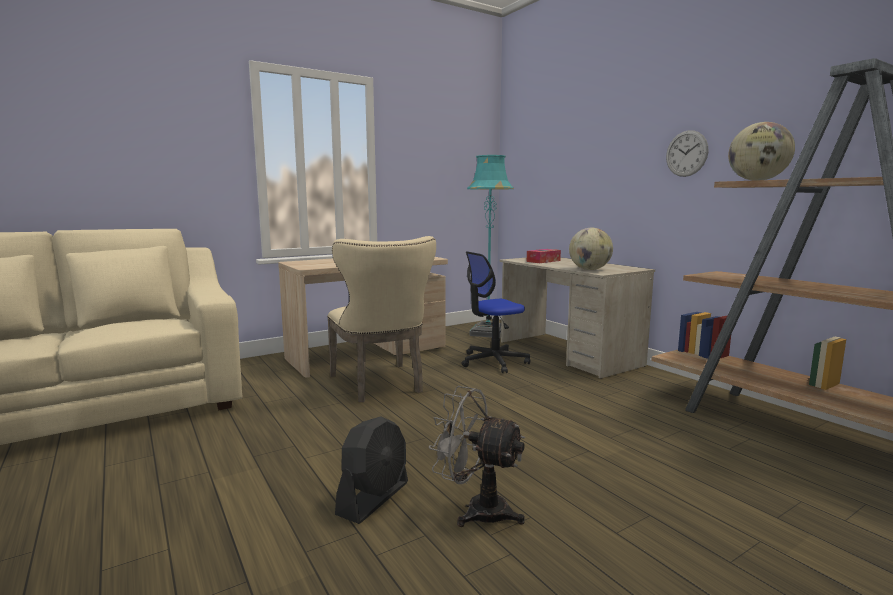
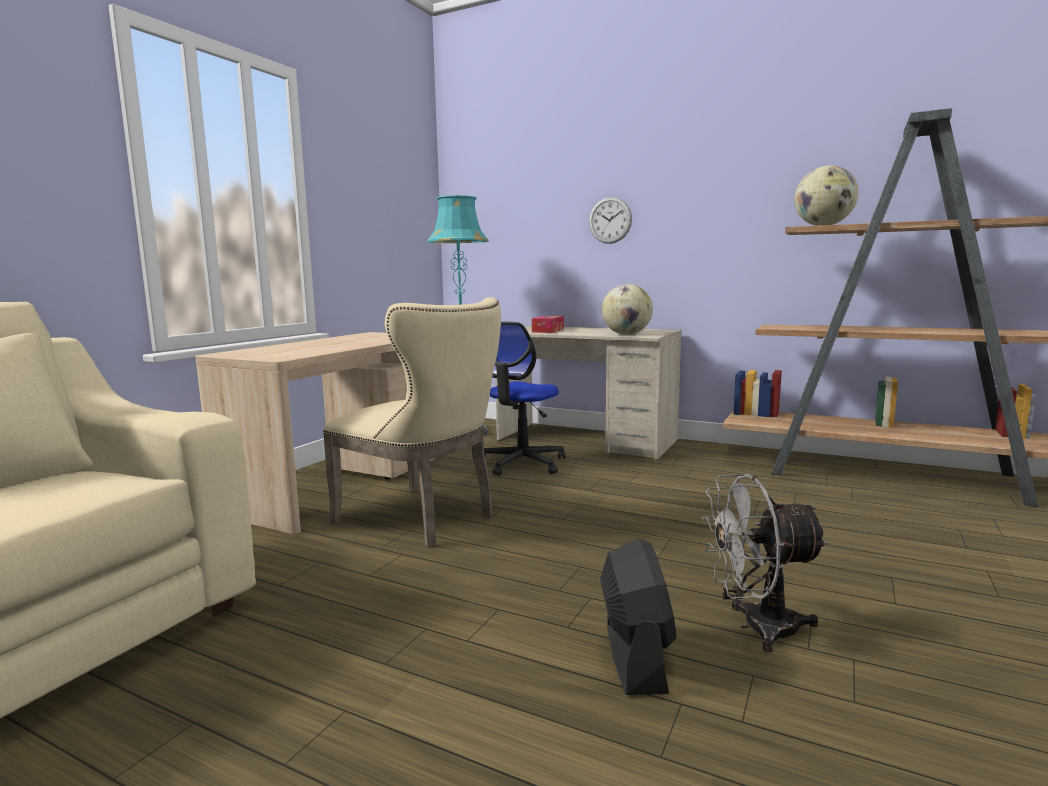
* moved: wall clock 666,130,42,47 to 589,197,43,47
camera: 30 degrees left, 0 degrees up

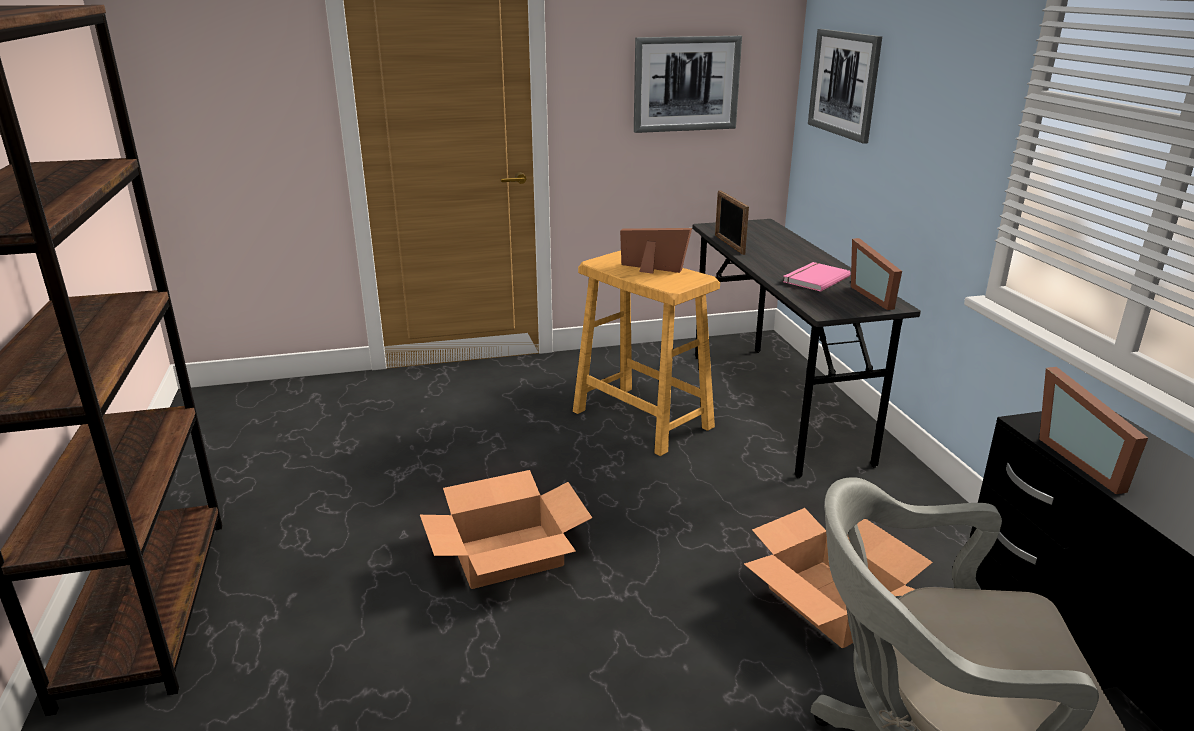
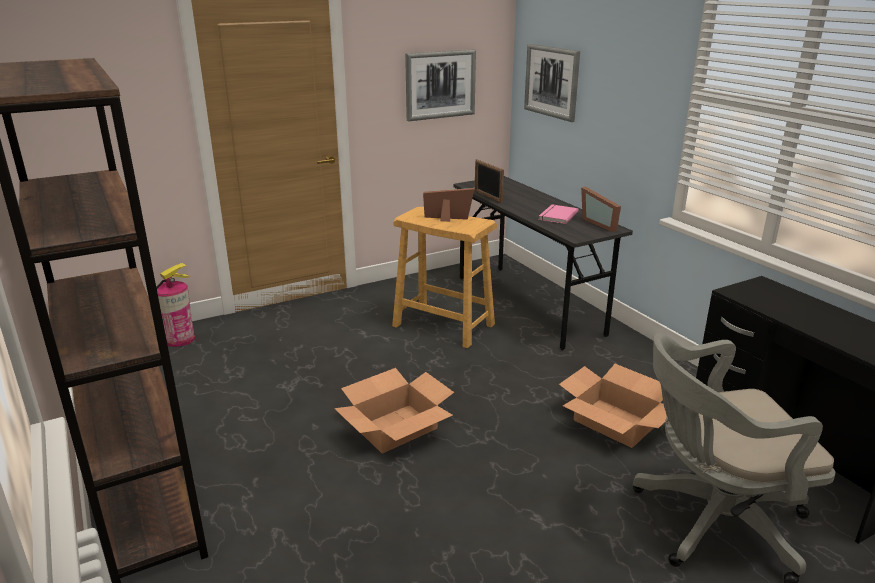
* removed: picture frame 1039,367,109,127
* added: fire extinguisher 156,263,39,84
camera: 15 degrees left, 0 degrees up

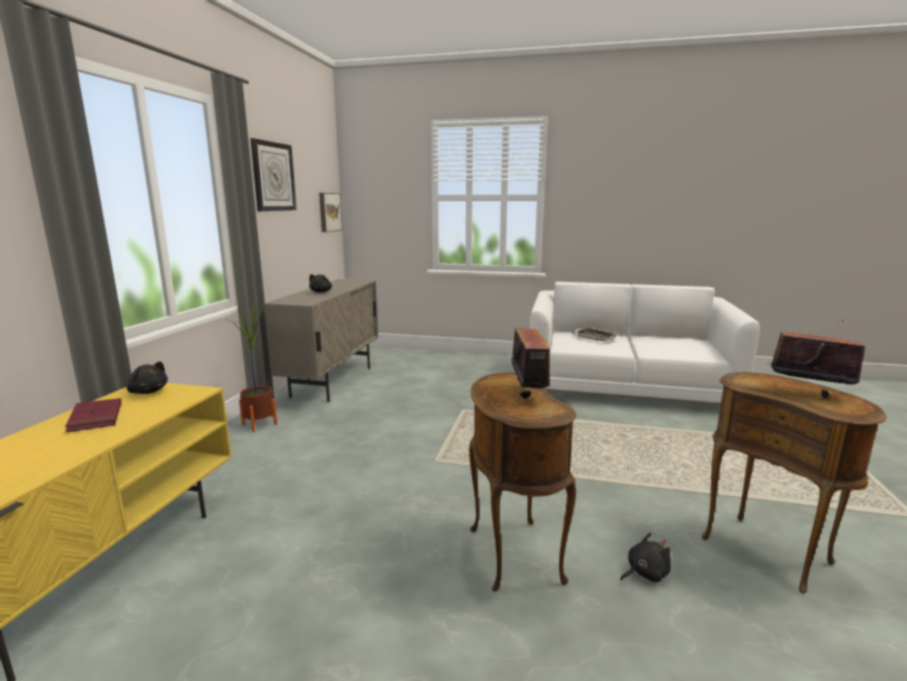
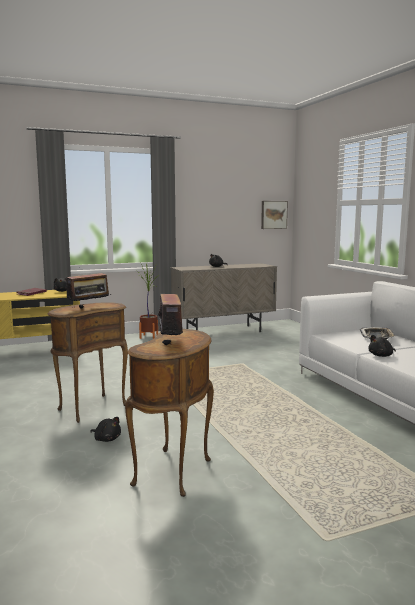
* removed: wall clock 250,138,47,73
* added: plush toy (black) 369,335,27,22
camera: 55 degrees right, 5 degrees down

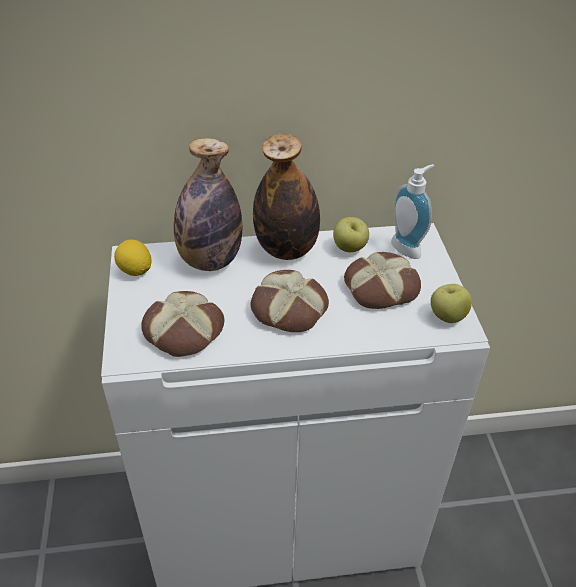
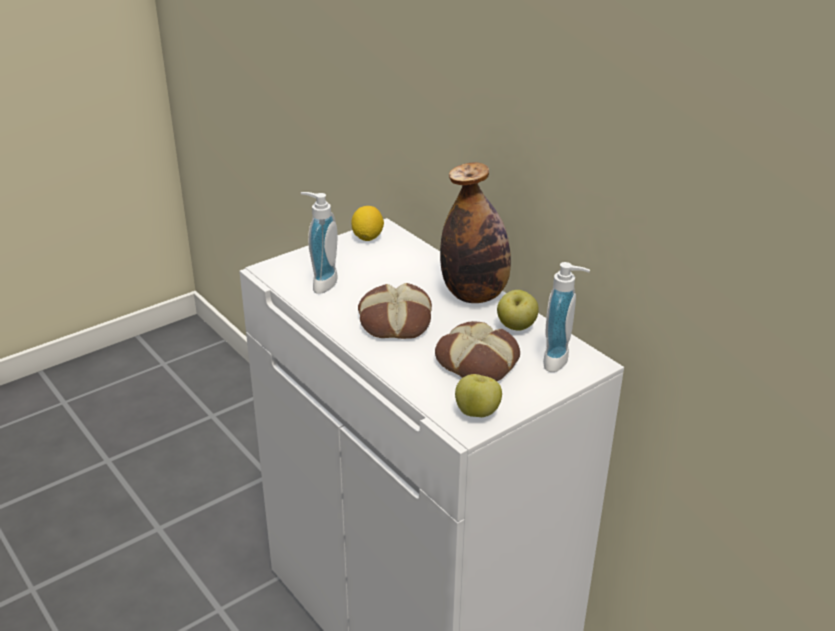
* removed: bottle 174,138,68,133
* replaced: bread 141,291,83,66 to soap dispenser 301,192,37,102
camera: 60 degrees right, 10 degrees down

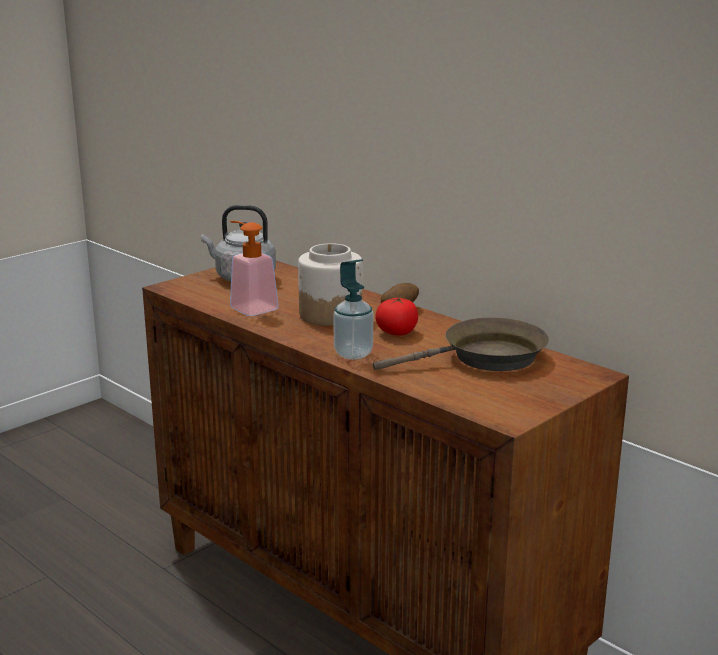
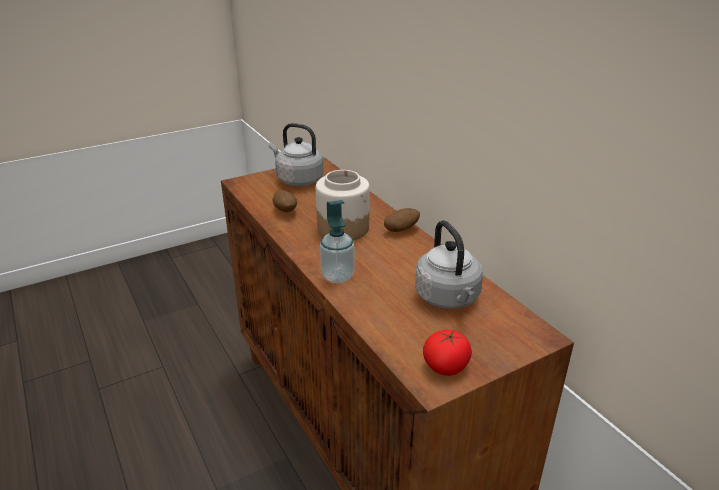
* moved: tomato 375,297,43,38 to 423,329,49,47
* replaced: soap dispenser 230,221,49,95 to potato 272,190,25,22
* replaced: frying pan (brown) 373,317,176,54 to kettle (grey) 415,220,68,89
camera: 15 degrees right, 10 degrees up

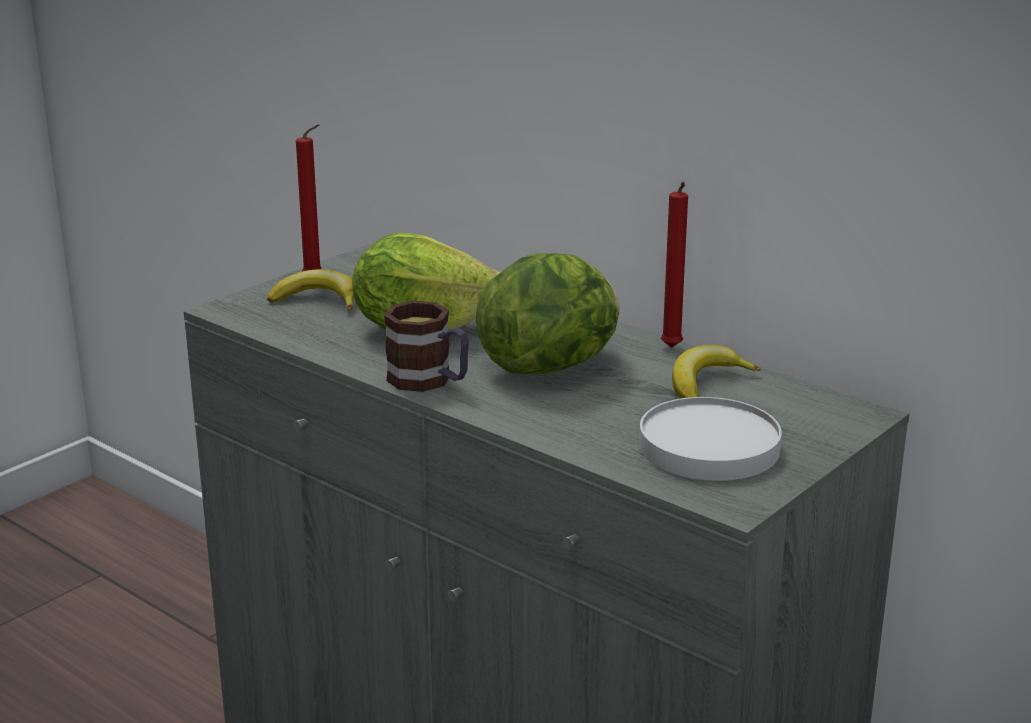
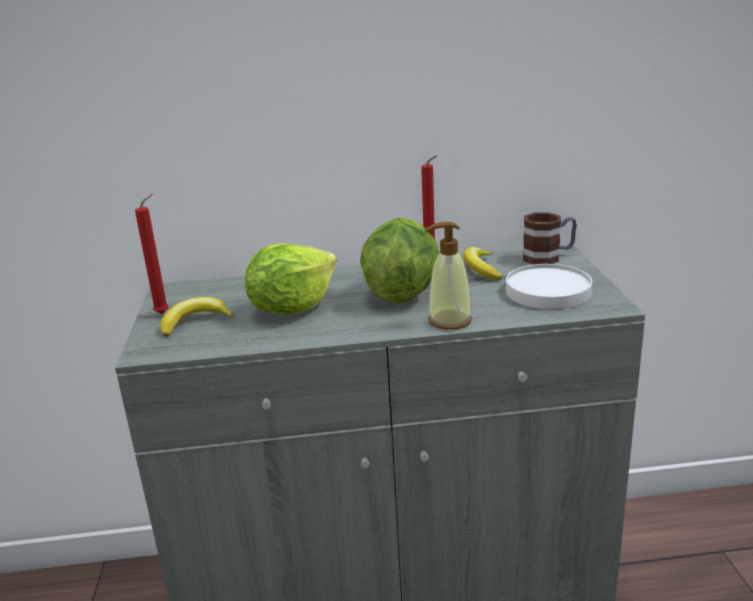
* added: soap dispenser 424,222,48,108
* moved: mug 384,300,85,92 to 523,213,54,52
camera: 45 degrees left, 0 degrees up

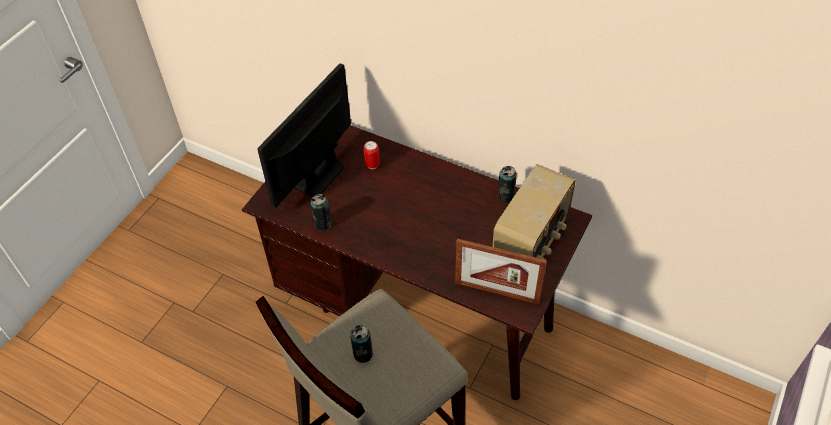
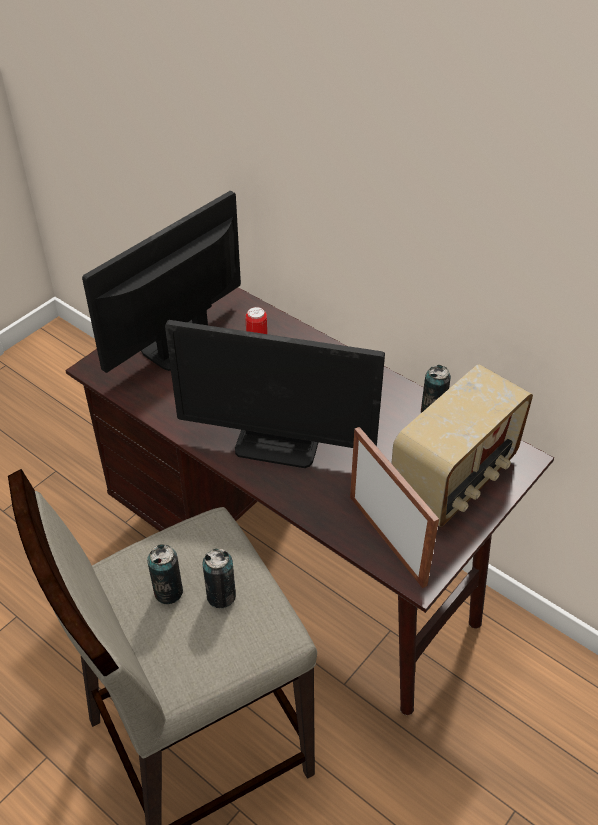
* added: monitor 165,320,220,148
* moved: can 310,194,22,37 to 202,548,34,60
* turned: picture frame 455,239,92,65 = 350,427,89,161 150 degrees counterclockwise
camera: 10 degrees right, 5 degrees down

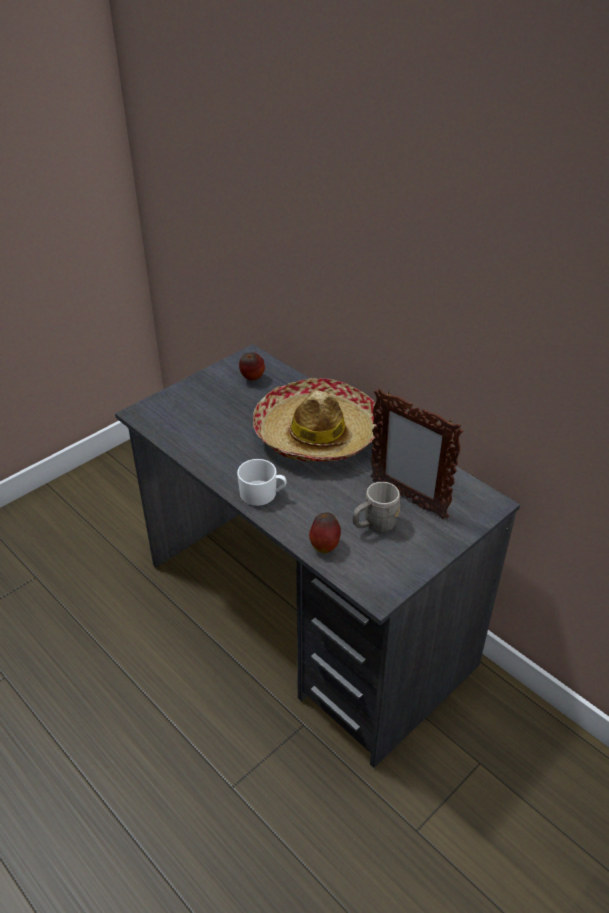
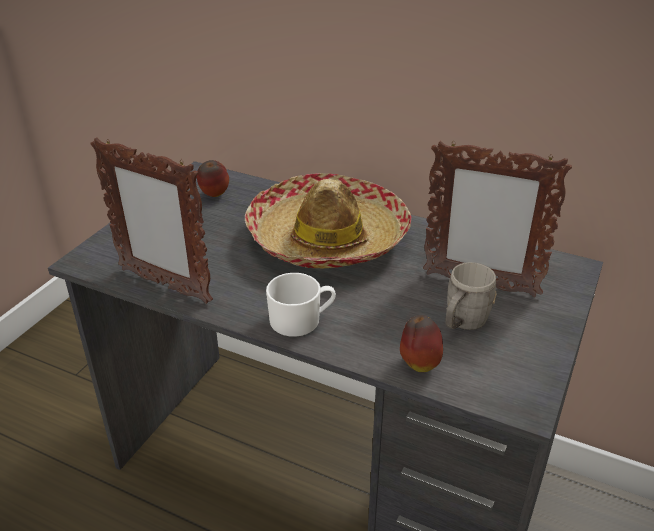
* added: picture frame 90,137,123,167
camera: 20 degrees left, 5 degrees down

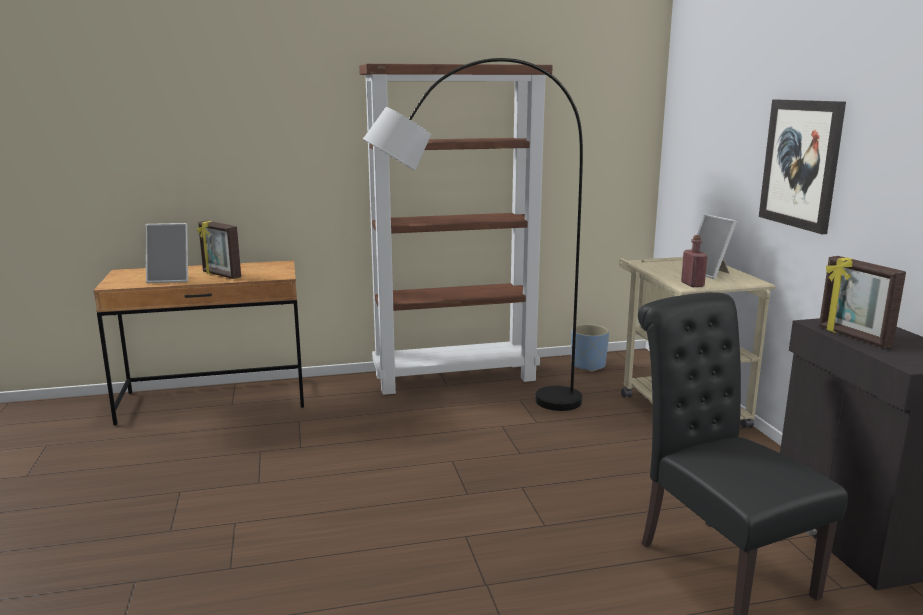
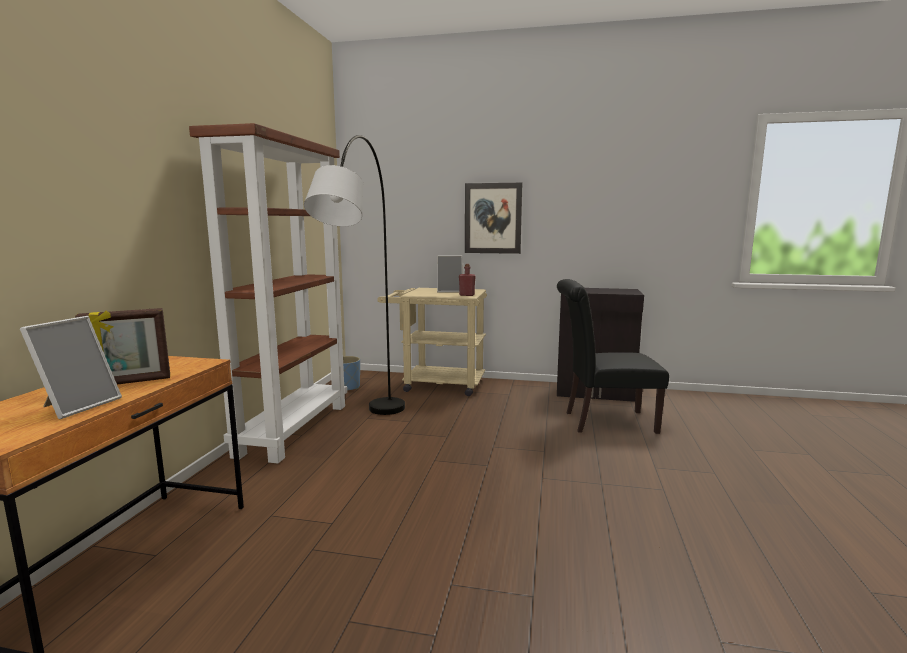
* removed: picture frame 819,256,87,92
camera: 65 degrees left, 5 degrees down

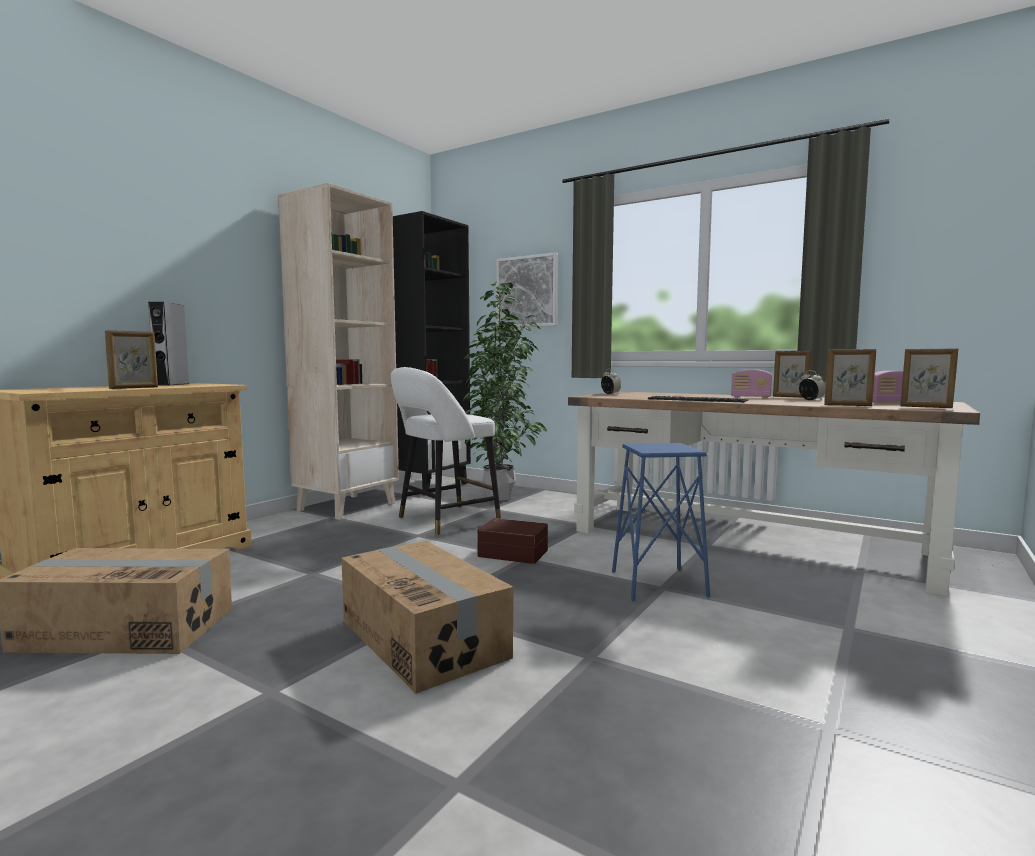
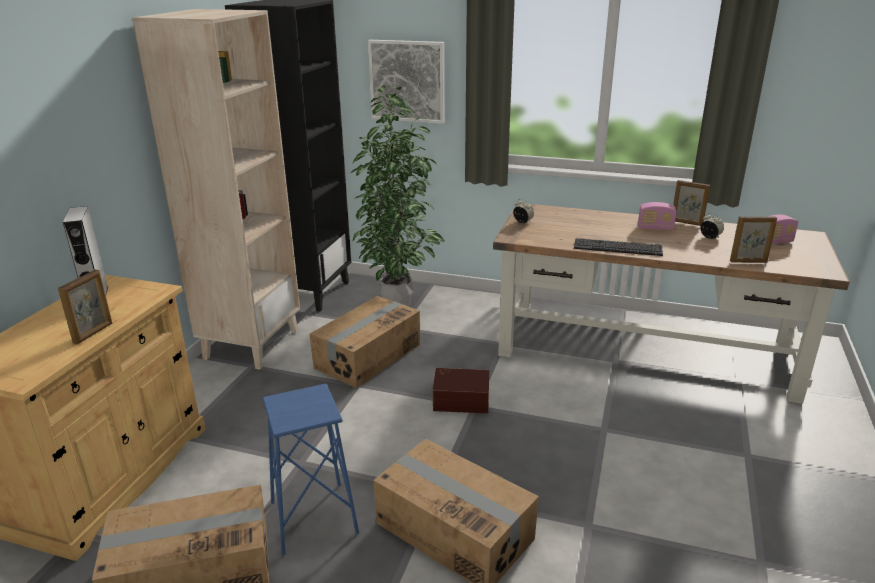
* removed: picture frame 901,348,57,60
* moved: stool (blue) 612,443,98,158 to 263,384,96,172
* replaced: stool (white) 391,367,110,168 to cardboard box 310,296,110,92
camera: 15 degrees left, 20 degrees up

